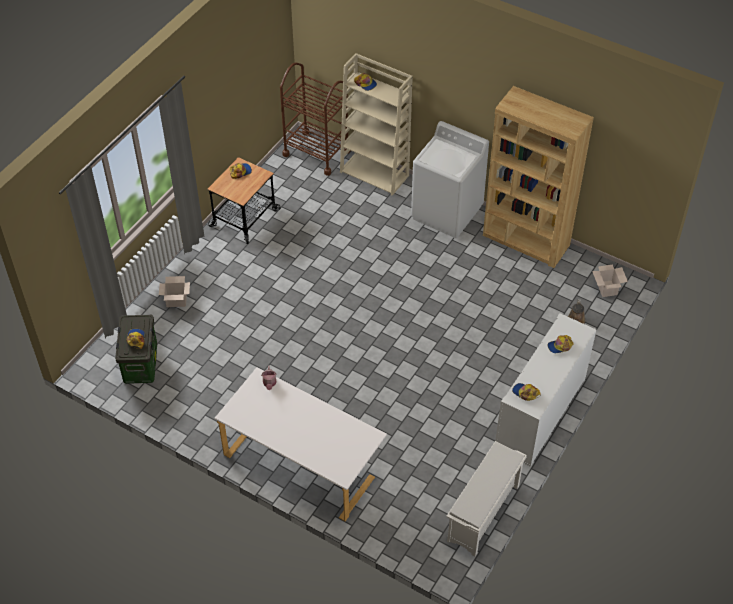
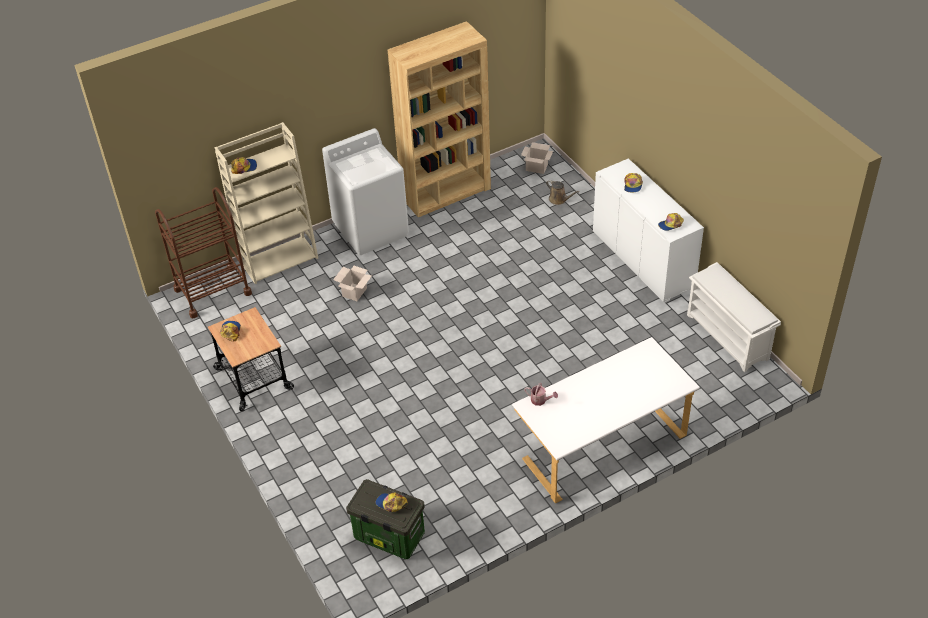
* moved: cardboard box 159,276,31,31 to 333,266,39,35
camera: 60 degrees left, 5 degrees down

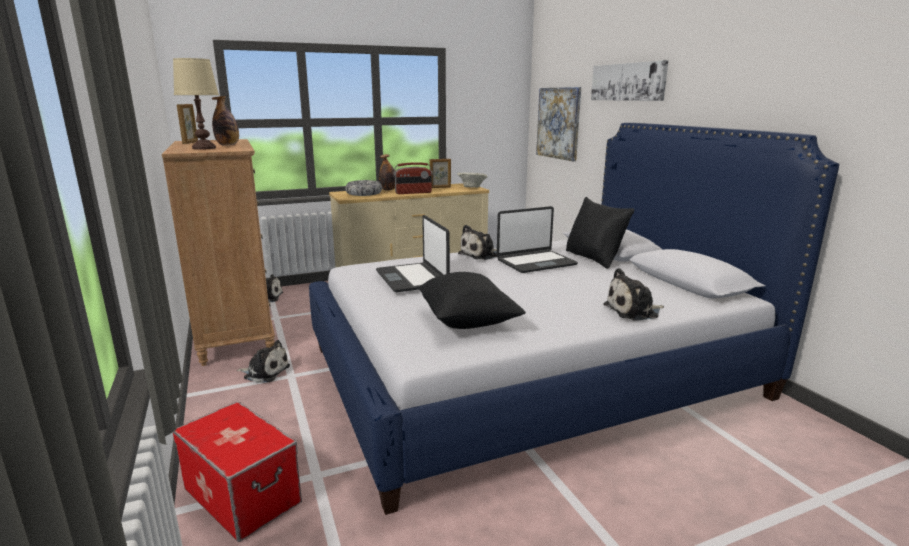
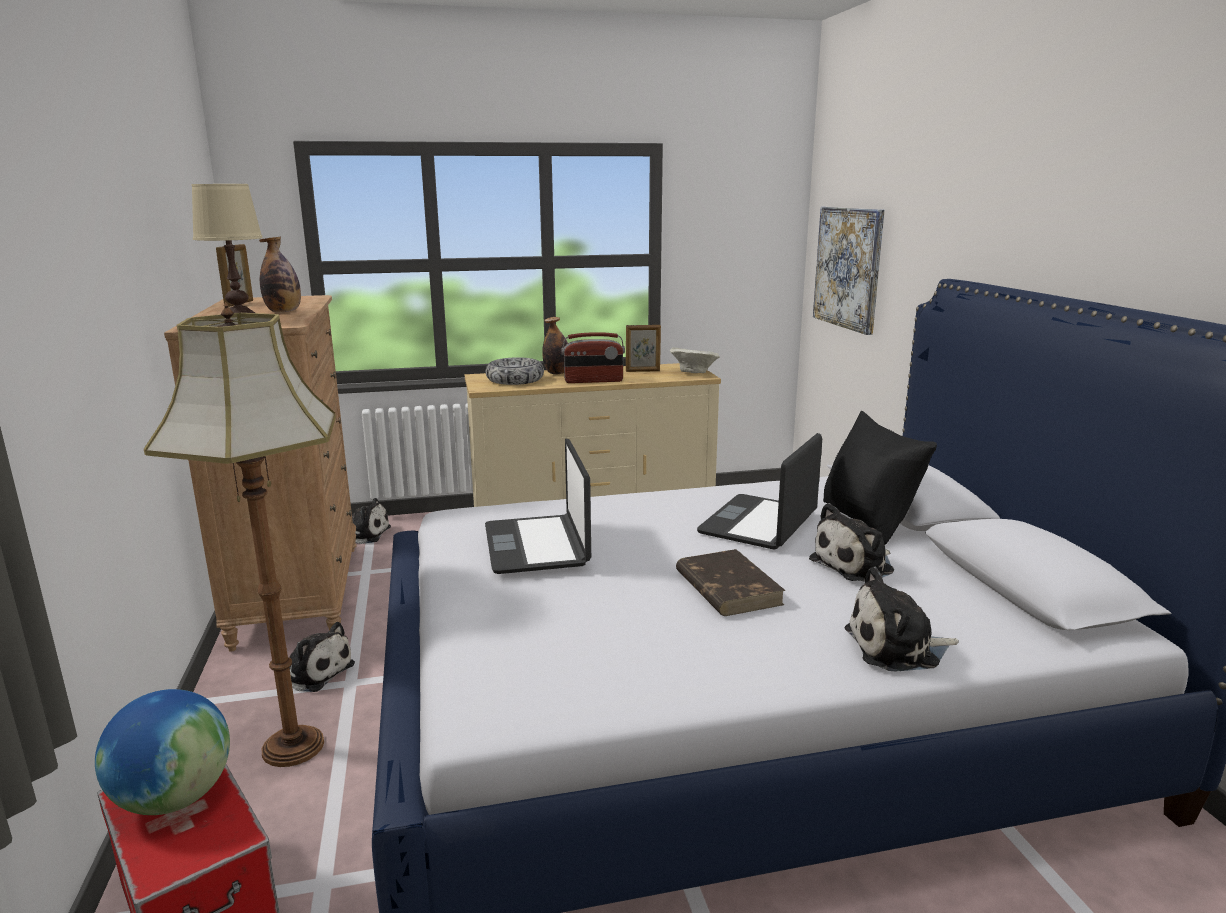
* removed: pillow (black) 418,272,108,57
* removed: picture 591,60,77,41
* added: globe 95,689,135,126
* added: floor lamp 144,302,192,465
* added: book (brown) 676,549,110,67
* moved: plush toy 458,225,39,35 to 809,503,85,79
* turned: laptop 497,206,81,67 = 697,433,125,117 135 degrees clockwise
camera: 10 degrees right, 0 degrees up

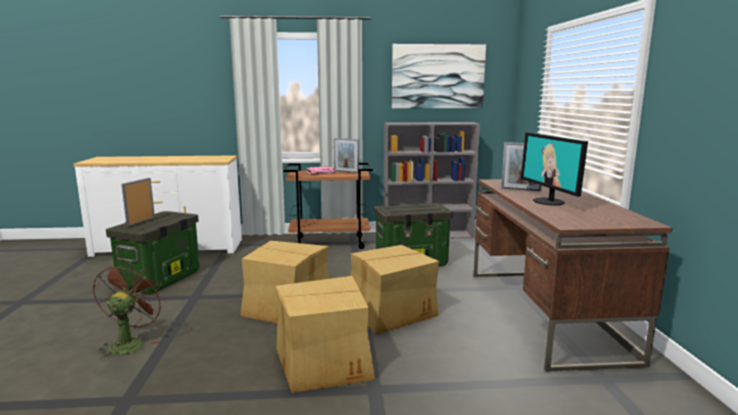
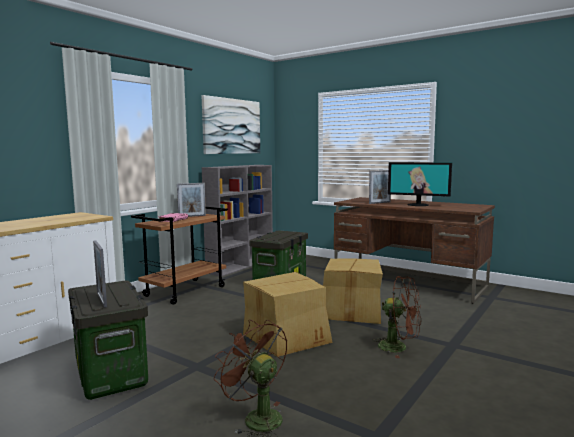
* replaced: cardboard box 275,276,100,117 to fan (brown) 372,276,49,82
camera: 50 degrees left, 5 degrees down

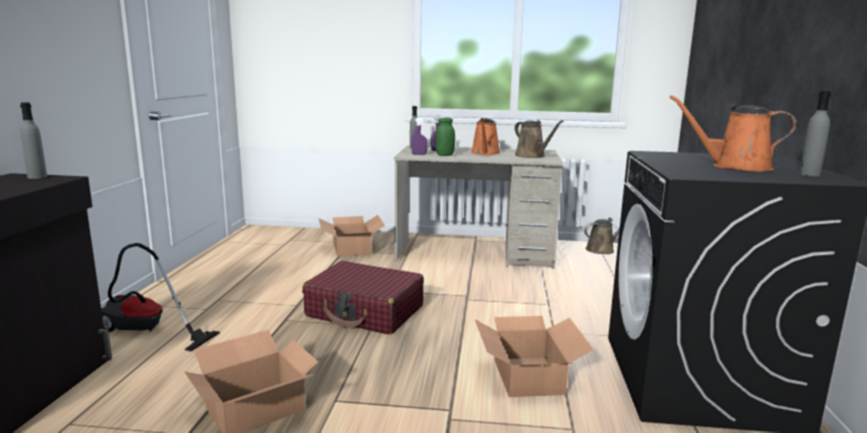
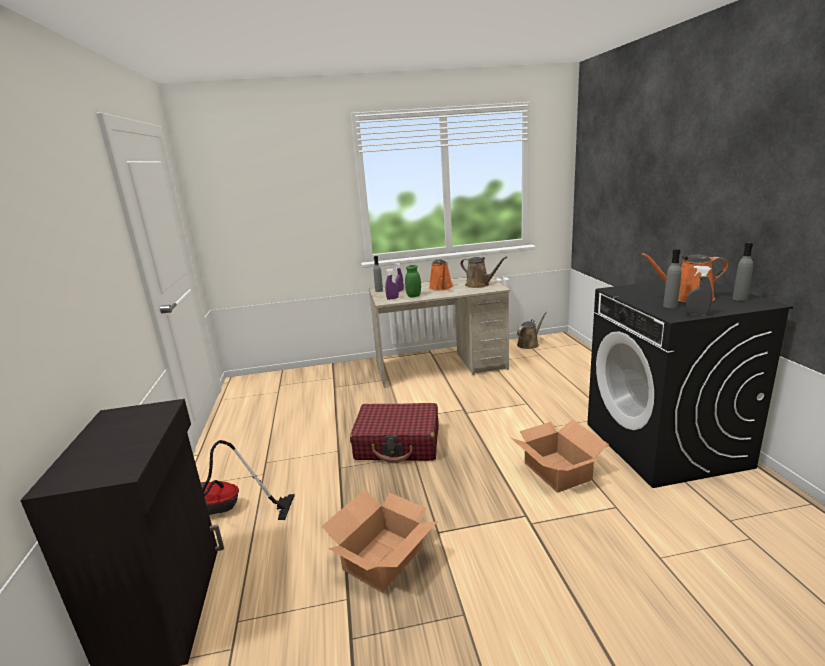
* removed: cardboard box 319,215,66,42
* added: spray bottle (grey) 686,266,26,50
* moved: bottle (grey) 20,102,27,77 to 663,249,18,59
camera: 15 degrees left, 5 degrees up

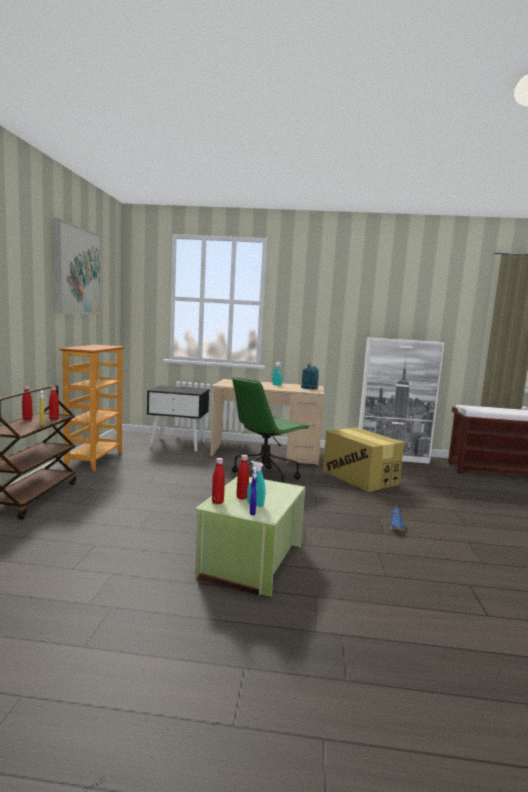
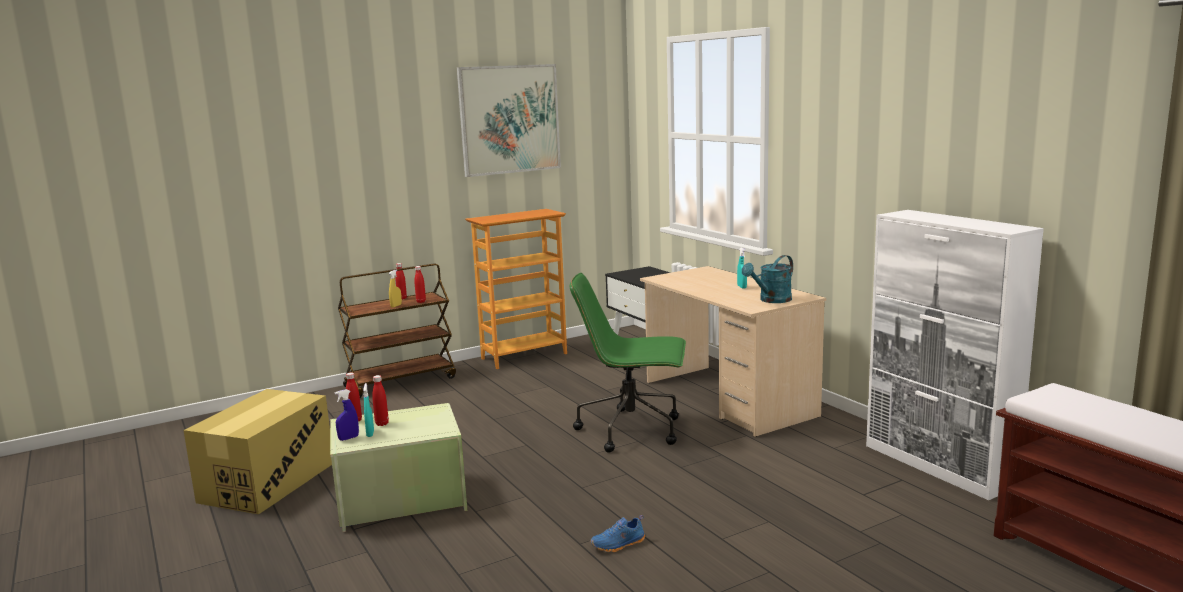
* moved: cardboard box 323,427,81,65 to 183,389,149,125
camera: 55 degrees right, 5 degrees up

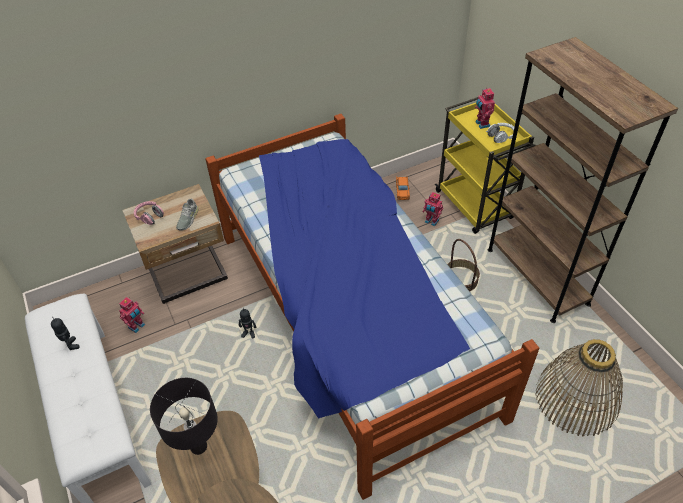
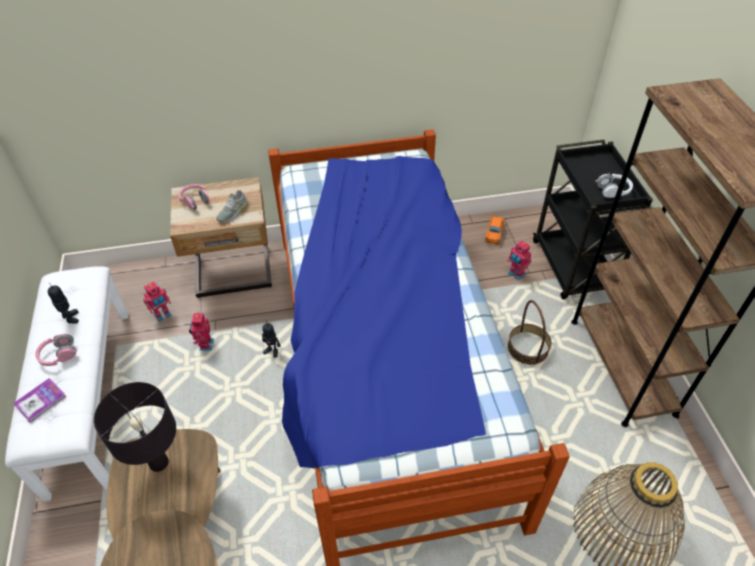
* added: book 13,378,53,45
* added: headphones (pink) 35,334,42,32
* moved: toy robot 475,87,20,42 to 189,311,25,40
* recoloured: cart (yellow) 435,97,100,137 to cart (black) 533,139,120,161
camera: 15 degrees right, 0 degrees up

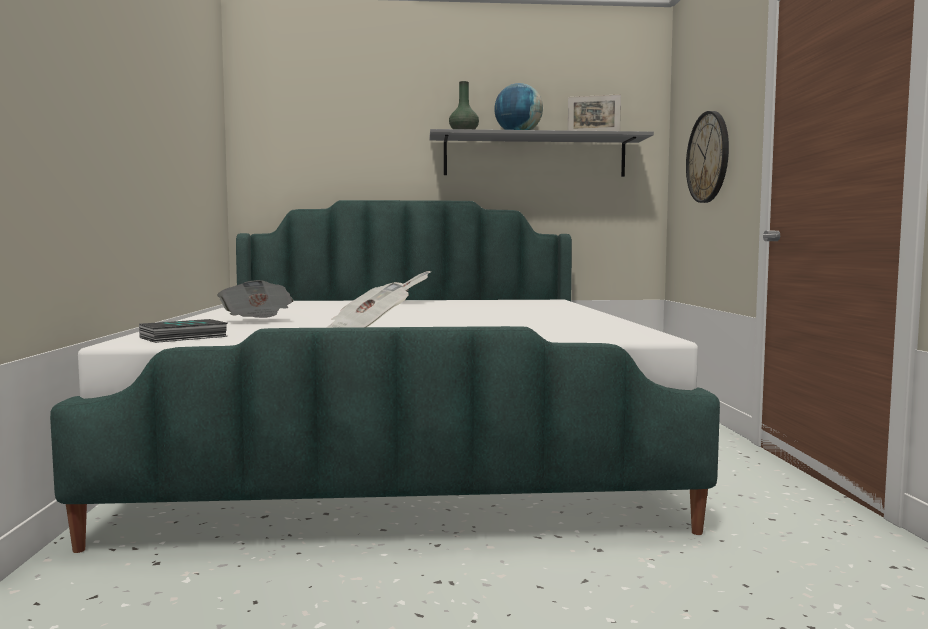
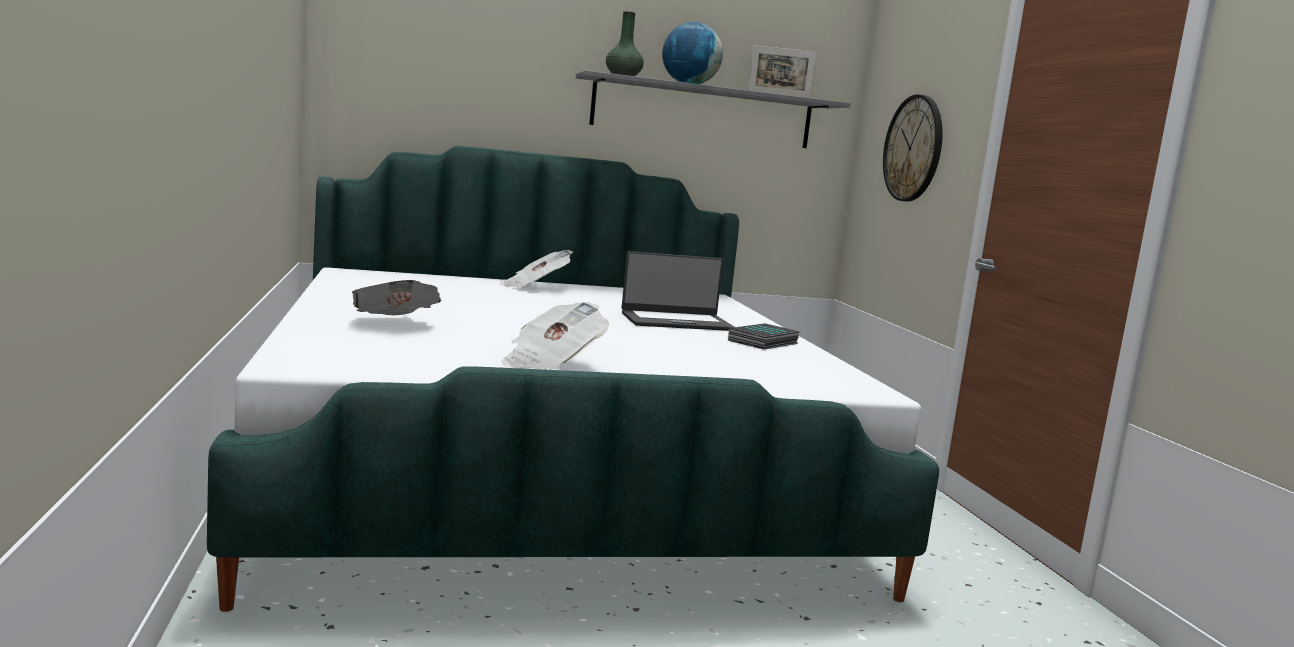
* added: laptop 622,251,112,80
* moved: book 139,319,89,24 to 728,323,72,27
camera: 10 degrees left, 5 degrees up

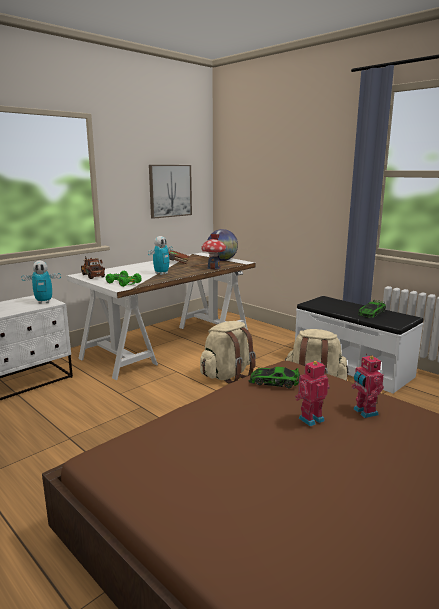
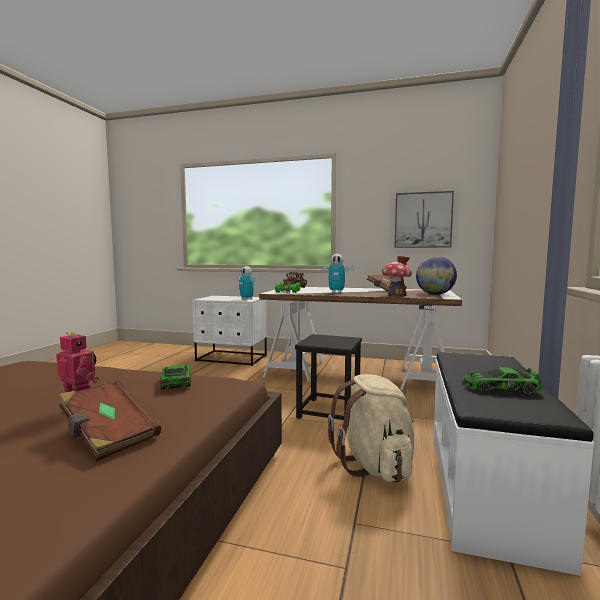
* replaced: backpack (beige) 200,321,56,63 to stool (black) 295,334,67,92
* replaced: toy robot 351,354,33,64 to book (brown) 59,381,102,80
camera: 60 degrees right, 10 degrees down

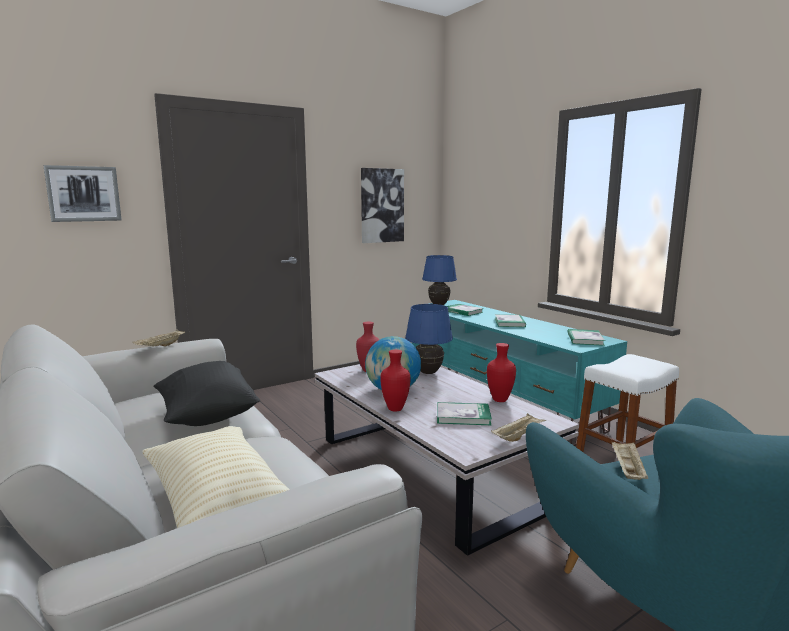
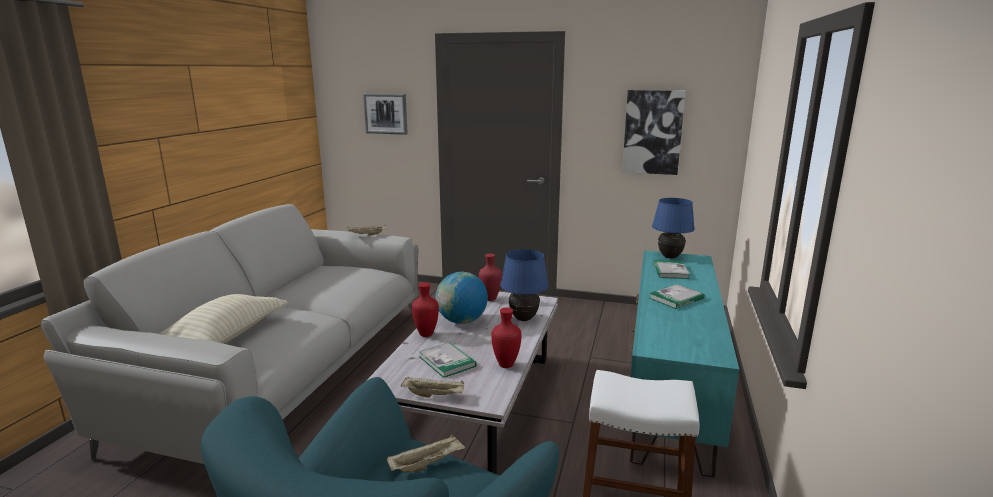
* removed: pillow (black) 154,361,106,65
* removed: book 568,329,37,17
camera: 50 degrees right, 5 degrees up

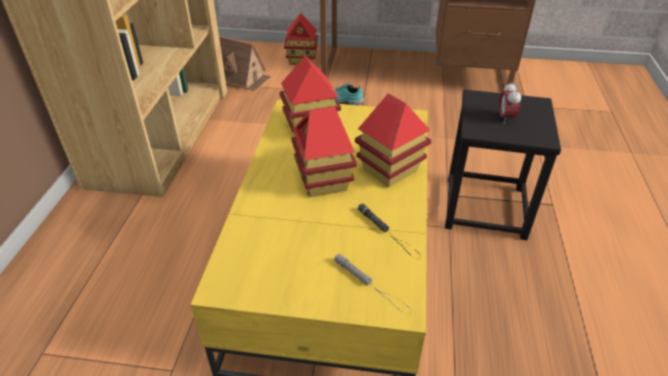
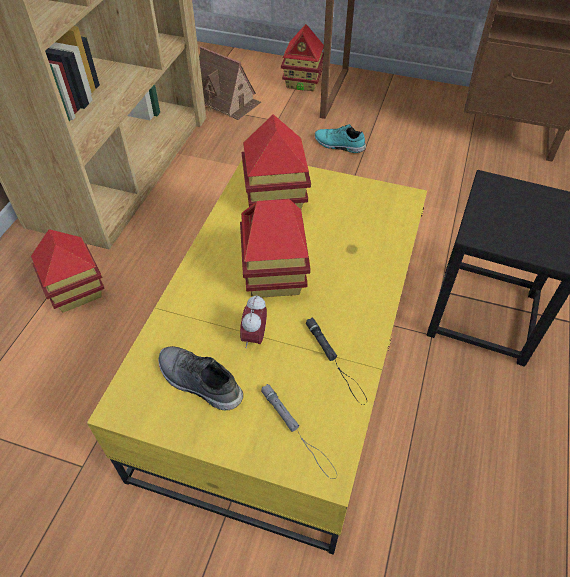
* added: shoe (grey) 158,346,85,65
* moved: toy house 355,93,77,94 to 31,229,74,84
* moved: alarm clock 498,81,23,43 to 240,295,27,53
camera: 10 degrees right, 10 degrees up

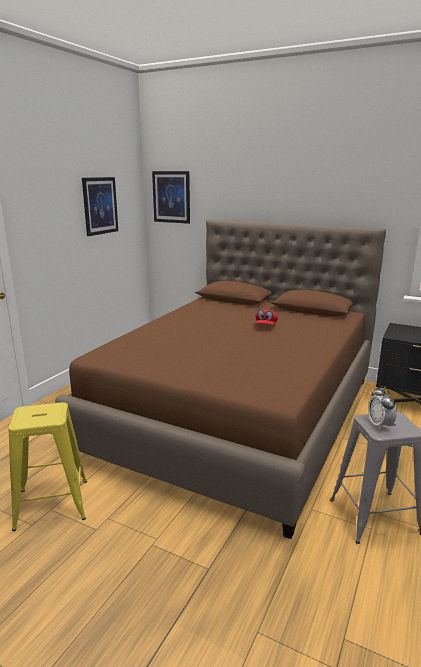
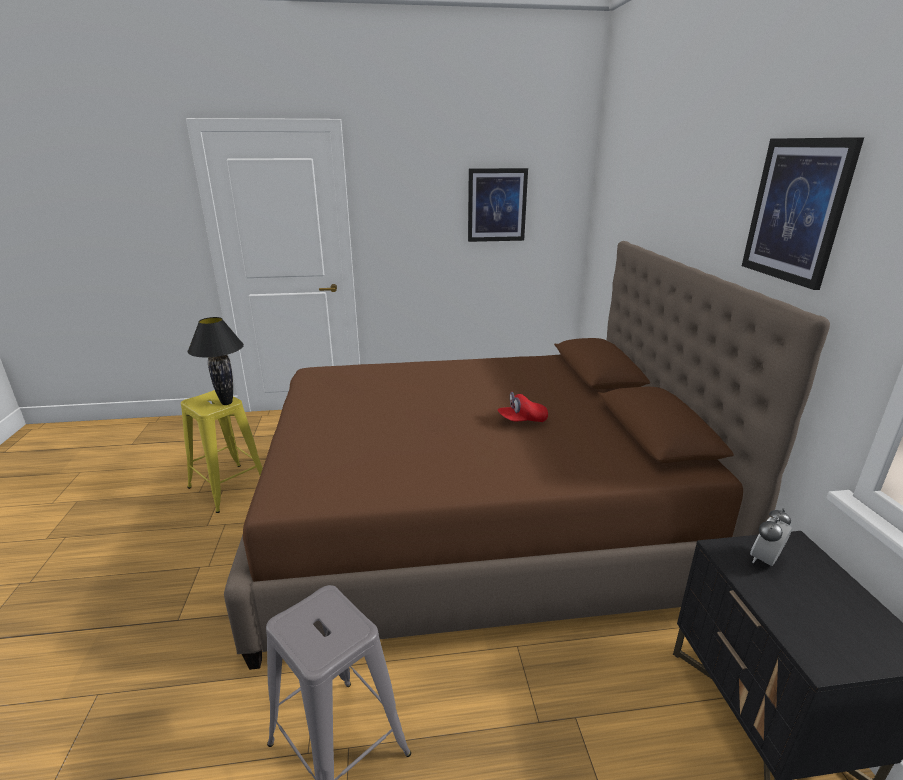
* added: table lamp (black) 188,317,56,88
* moved: picture 152,171,38,53 to 742,137,122,153
* moved: alarm clock 368,386,29,44 to 750,508,42,58
camera: 55 degrees right, 5 degrees up

